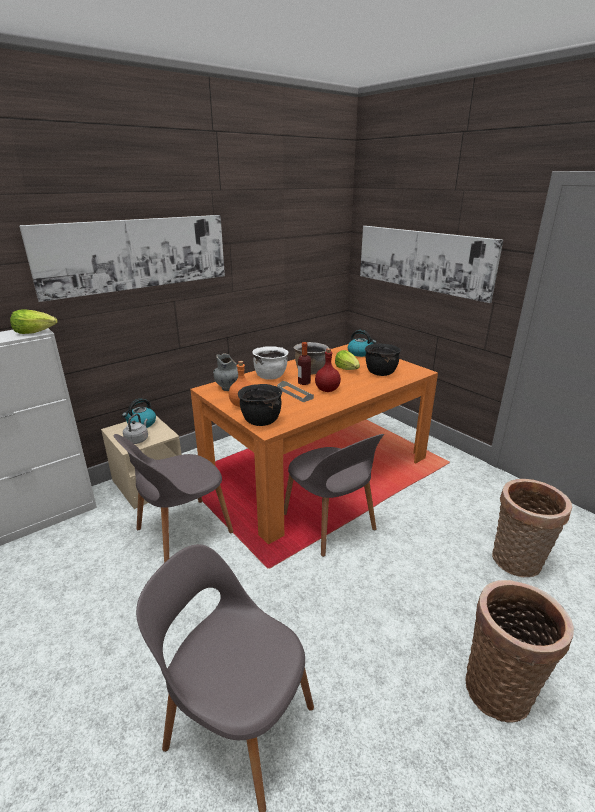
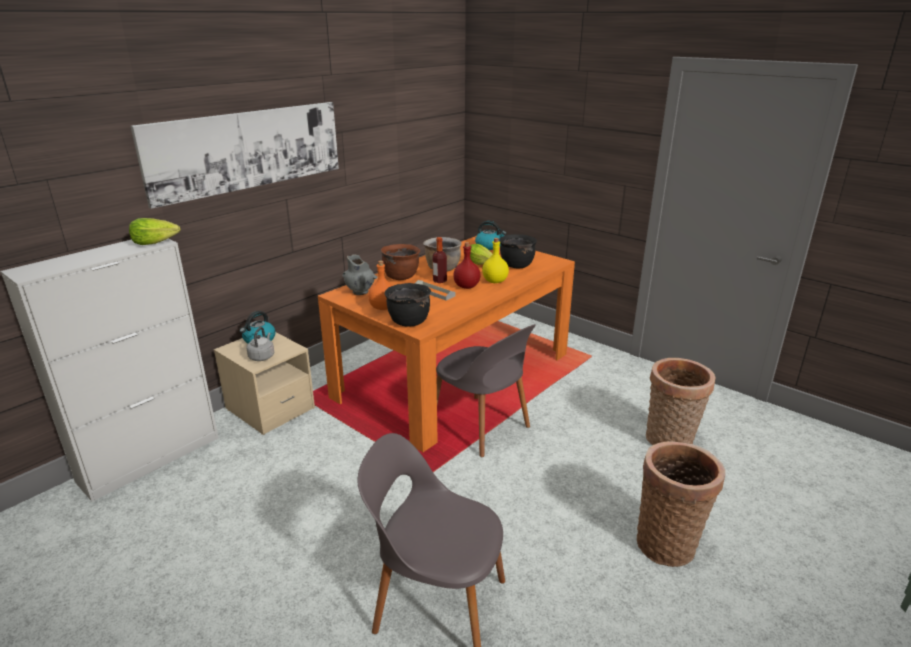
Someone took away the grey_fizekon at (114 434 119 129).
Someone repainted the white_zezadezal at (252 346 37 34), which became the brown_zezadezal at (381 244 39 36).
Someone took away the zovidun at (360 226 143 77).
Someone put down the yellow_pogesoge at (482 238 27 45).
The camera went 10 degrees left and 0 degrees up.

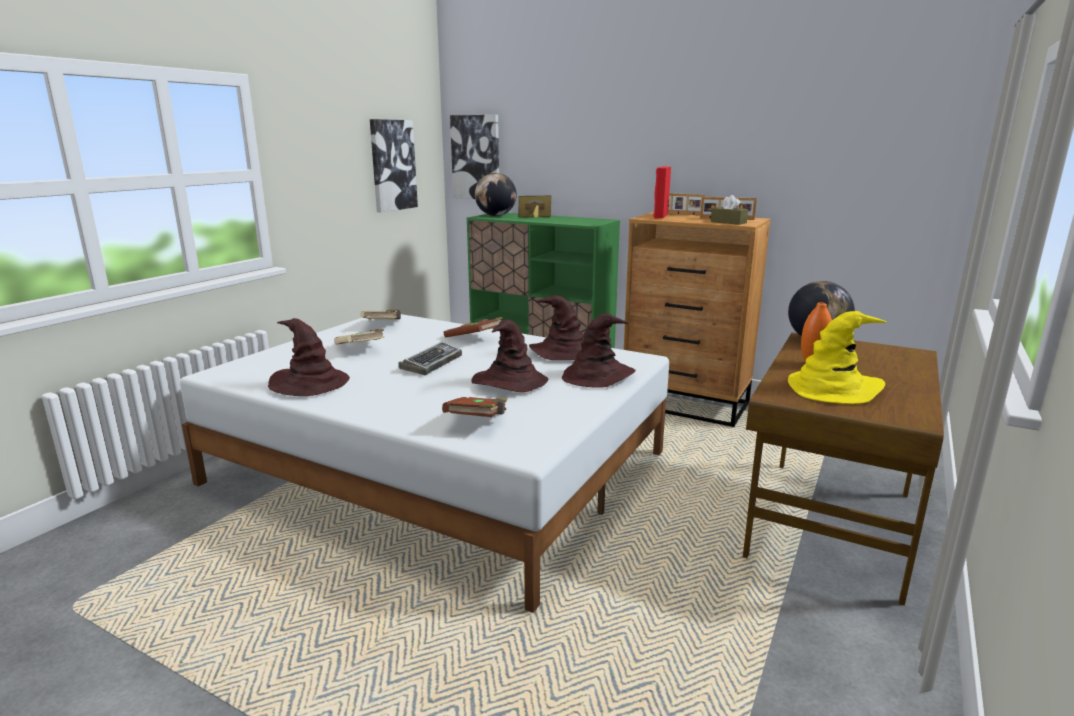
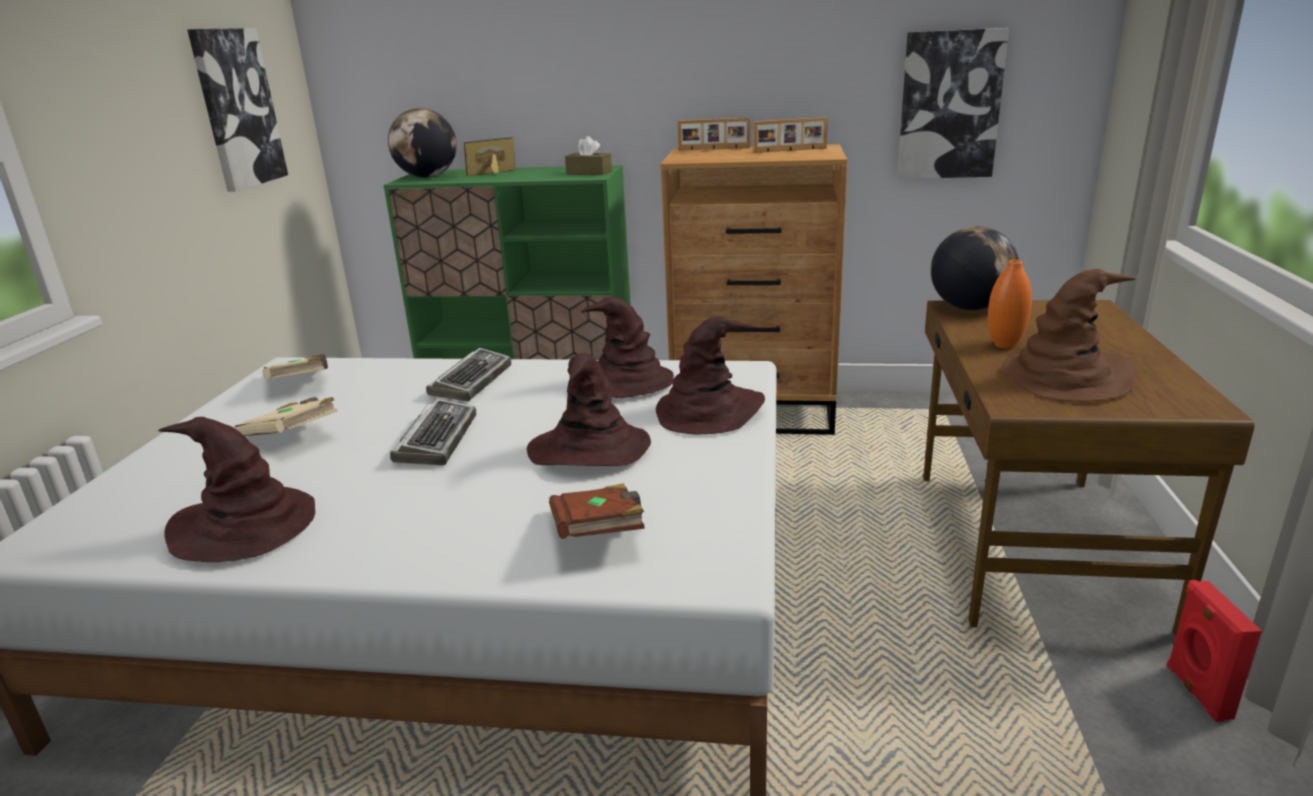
Someone swapped the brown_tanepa at (444 317 58 21) for the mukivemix at (426 348 85 54).
Someone carried the zovidun from (450 115 49 84) to (897 28 112 151).
Someone carried the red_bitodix from (653 166 18 53) to (1167 580 95 142).
Someone carried the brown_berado from (711 195 37 30) to (565 136 47 39).
Someone repainted the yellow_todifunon at (788 311 98 93), which became the brown_todifunon at (1001 269 135 133).
The camera went 20 degrees left and 5 degrees up.

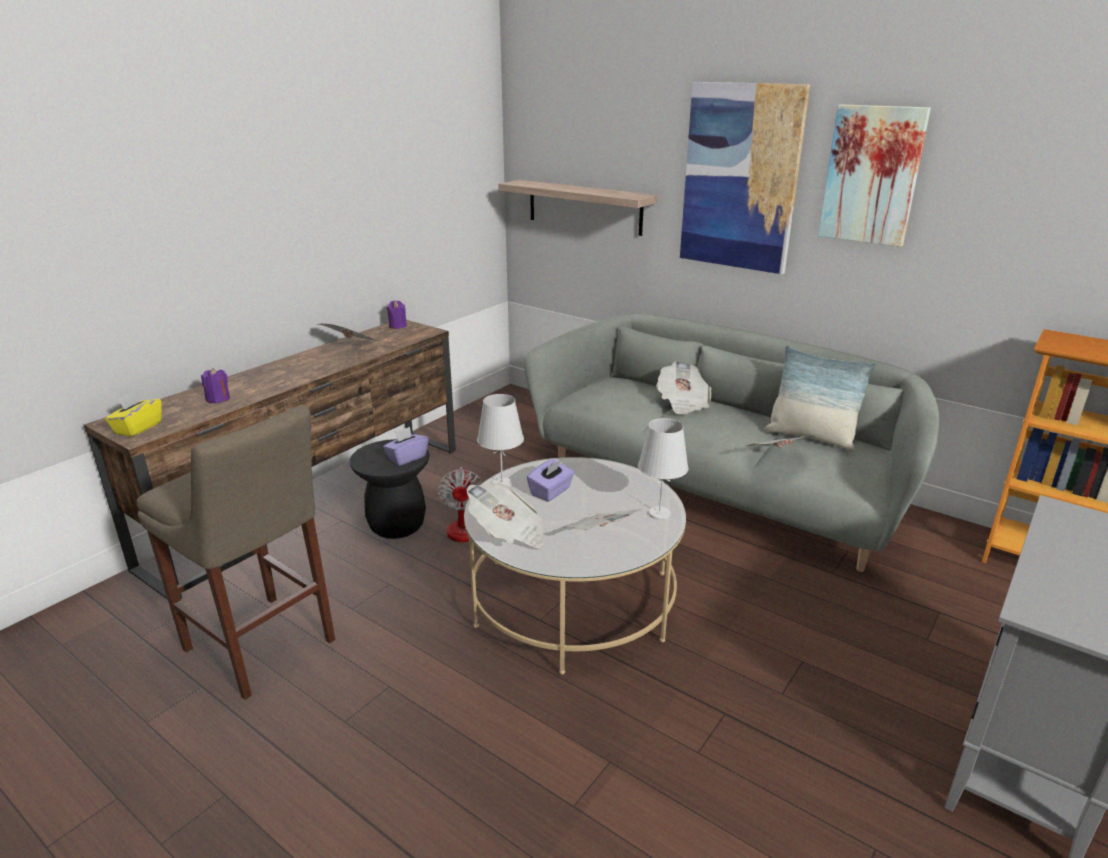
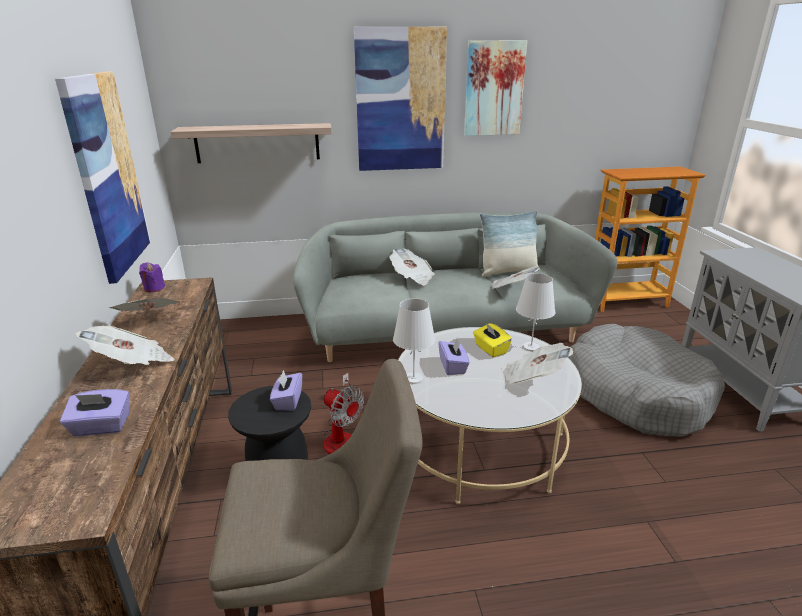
Someone carried the yellow_berado from (105 391 57 46) to (473 323 39 34).
Someone swapped the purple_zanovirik at (201 368 29 35) for the purple_berado at (60 389 70 47).
Someone carried the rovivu from (467 483 77 65) to (75 326 100 39).
Someone put up the zovidun at (55 72 96 212).
Someone put down the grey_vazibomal at (568 324 157 113).
The camera went 45 degrees left and 0 degrees up.

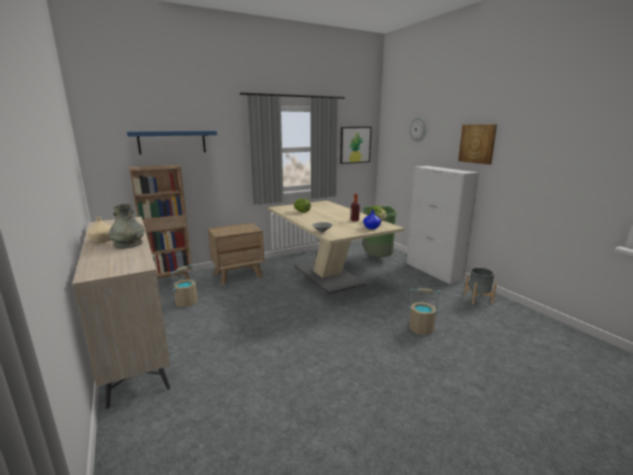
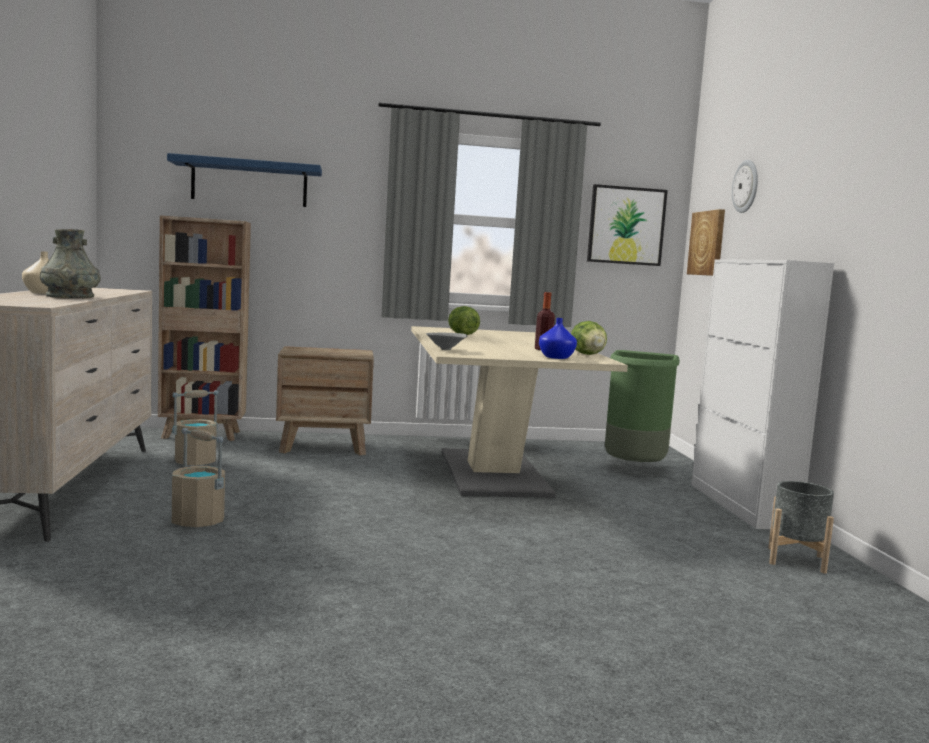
Someone carried the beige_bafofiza from (409 288 31 47) to (172 428 53 99).
Someone carried the zovidun from (458 124 39 41) to (687 209 38 67).
The camera went 20 degrees right and 10 degrees down.

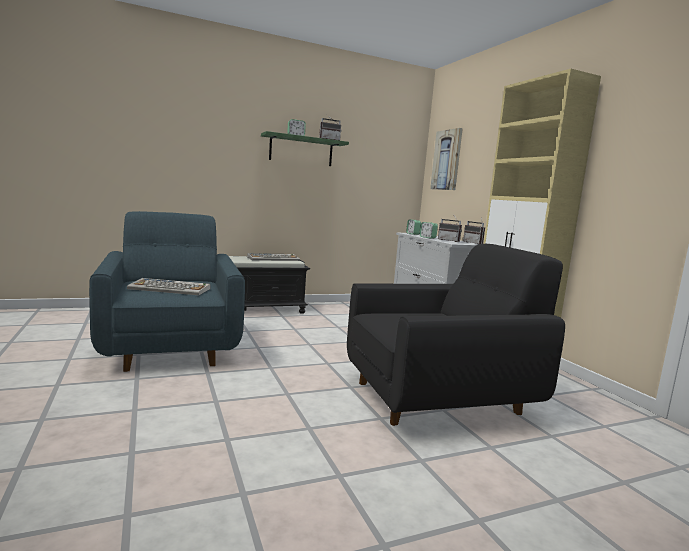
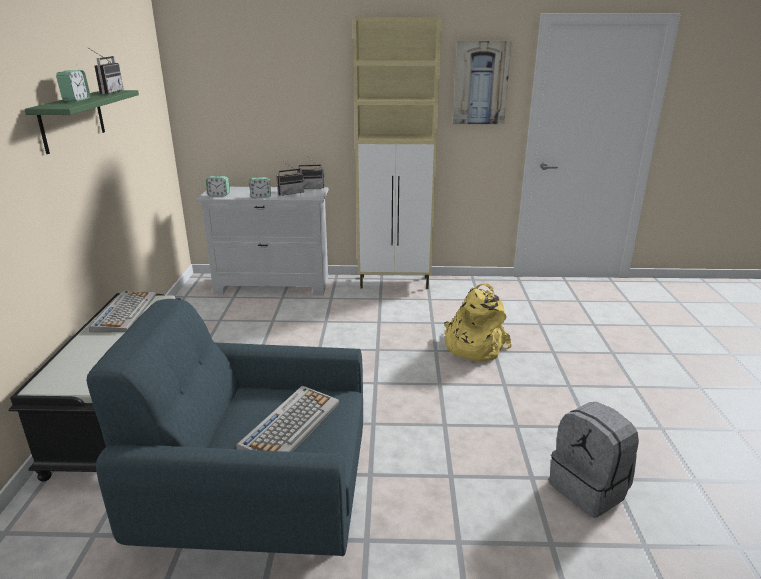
Someone swapped the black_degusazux at (347 244 218 182) for the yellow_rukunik at (444 283 68 78).
Someone carried the zovidun from (430 128 33 62) to (453 41 59 83).
Someone put down the grey_rukunik at (549 402 90 116).
The camera went 65 degrees left and 15 degrees up.

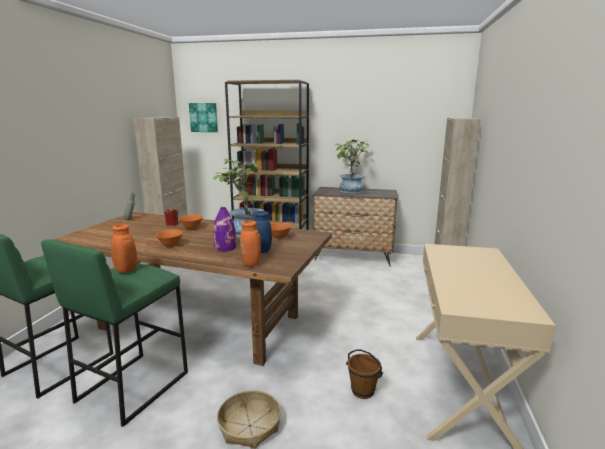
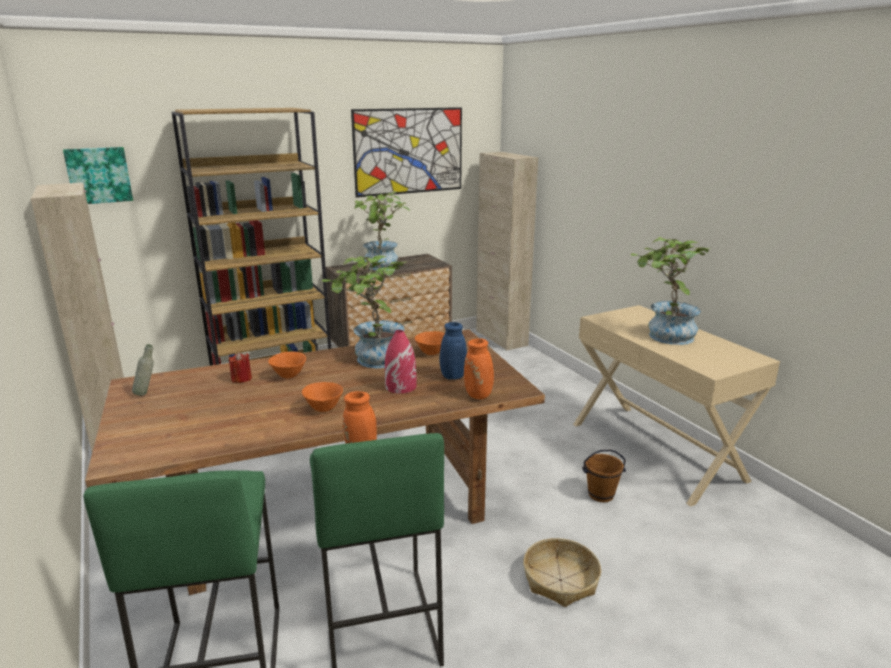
Someone repainted the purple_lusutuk at (214 207 22 44), which became the red_lusutuk at (385 330 32 64).
Someone put up the zovidun at (351 107 111 91).
Someone put down the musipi at (630 237 81 108).
The camera went 40 degrees left and 5 degrees up.

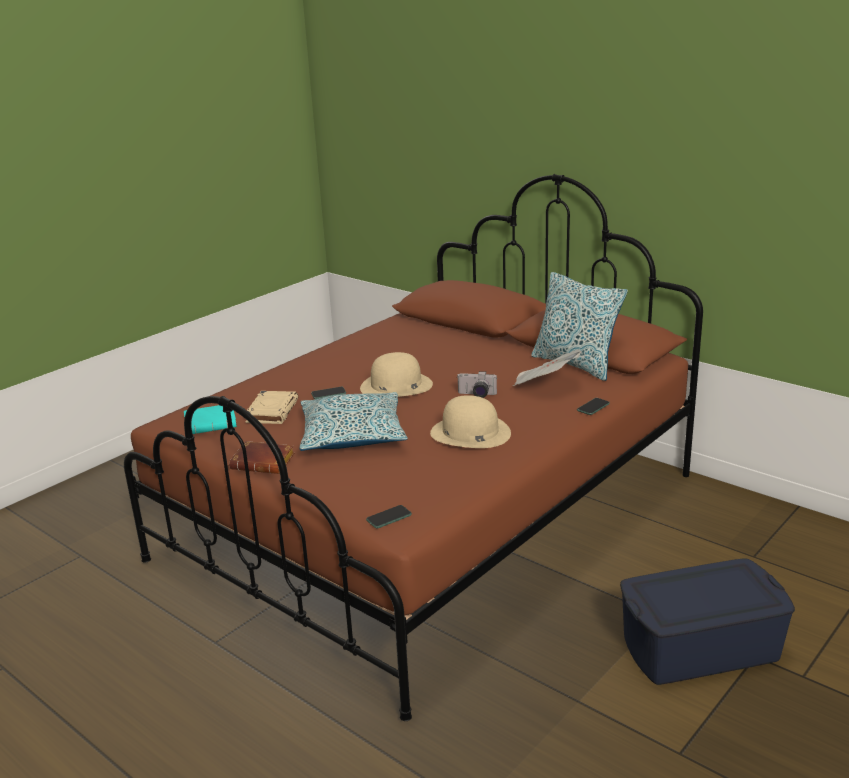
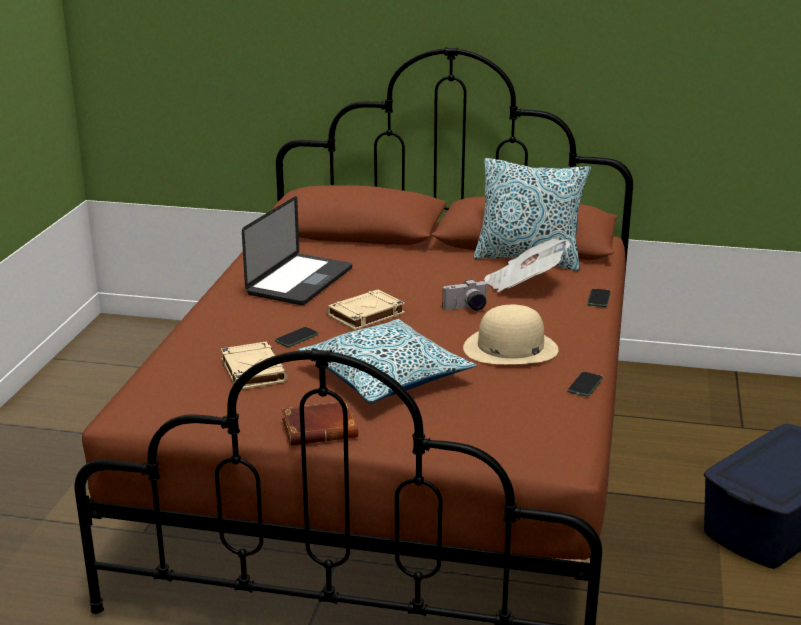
Someone took away the turquoise_tanepa at (184 405 53 29).
Someone swapped the beige_todifunon at (360 352 73 45) for the beige_tanepa at (327 290 78 40).
Someone carried the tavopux from (366 505 46 23) to (568 372 35 25).
Someone put down the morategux at (242 196 110 109).
The camera went 30 degrees left and 0 degrees up.

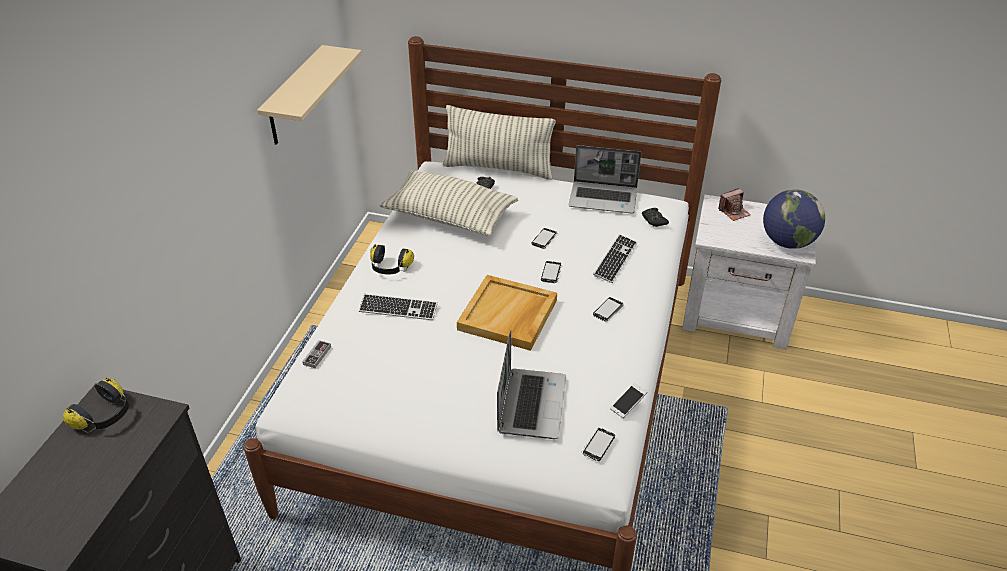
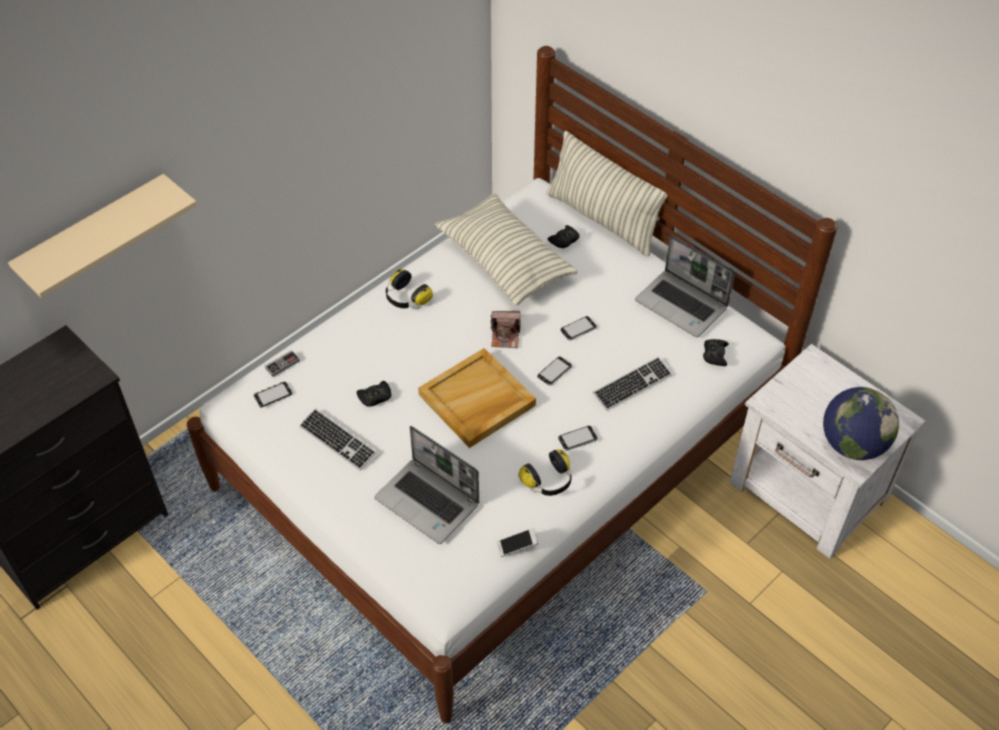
Someone carried the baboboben from (63 378 66 55) to (519 449 53 47).
Someone carried the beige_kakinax from (257 45 105 100) to (8 174 189 124).
Someone carried the mukivemix from (359 294 79 26) to (299 409 78 62).
Someone rotated the morategux at (497 330 69 109) by 90 degrees clockwise.
Someone carried the tavopux from (582 427 33 34) to (254 381 38 26).
Someone carried the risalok from (718 188 33 33) to (491 311 29 37).
Someone put down the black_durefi at (357 381 34 25).
The camera went 30 degrees right and 10 degrees up.

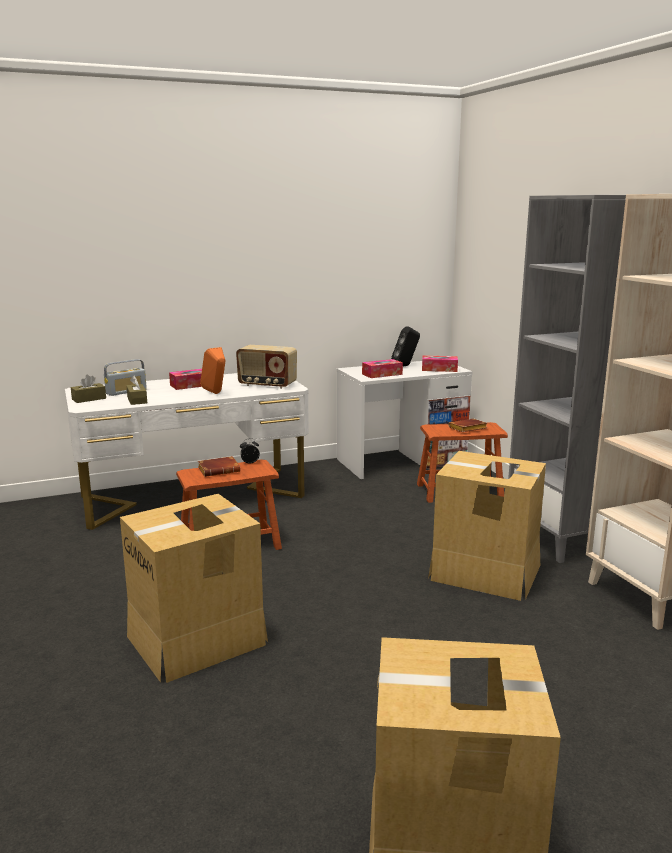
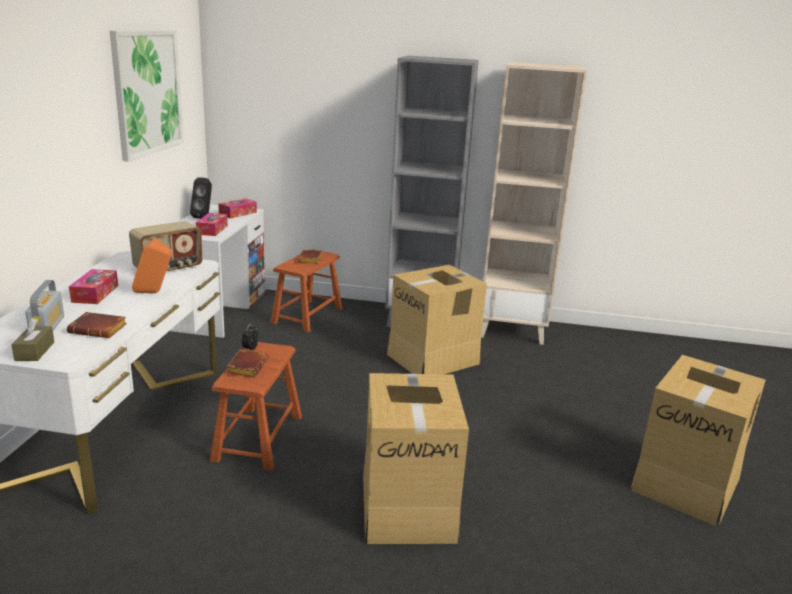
Someone swapped the brown_berado at (127 376 20 29) for the brown_tanepa at (67 312 60 26).
Someone put up the zovidun at (110 30 74 132).
The camera went 60 degrees left and 5 degrees up.

